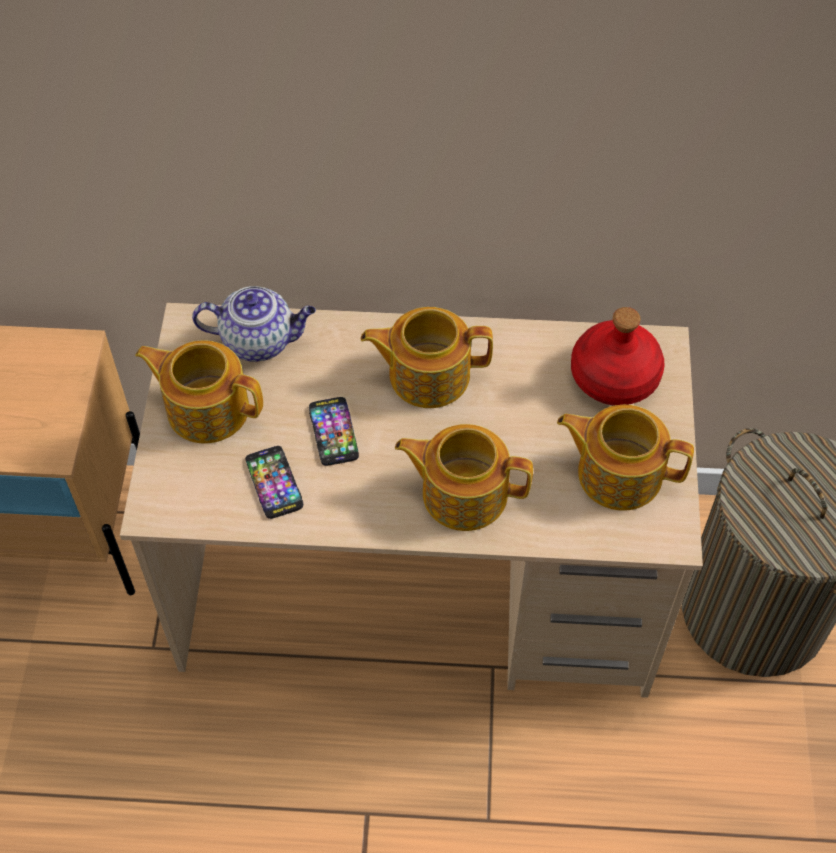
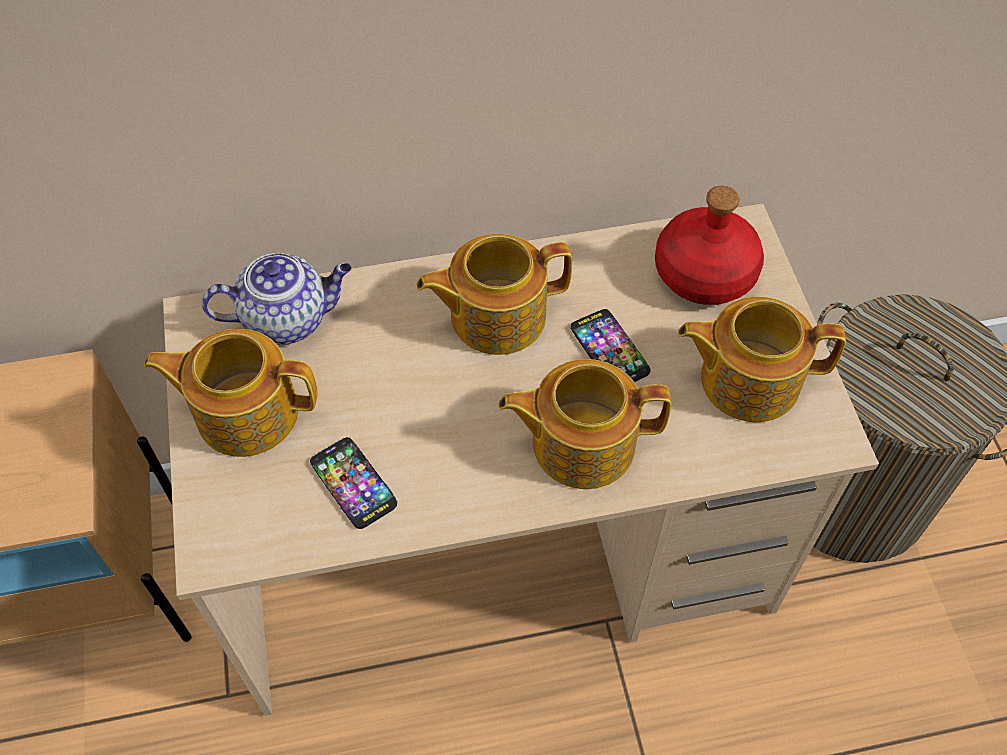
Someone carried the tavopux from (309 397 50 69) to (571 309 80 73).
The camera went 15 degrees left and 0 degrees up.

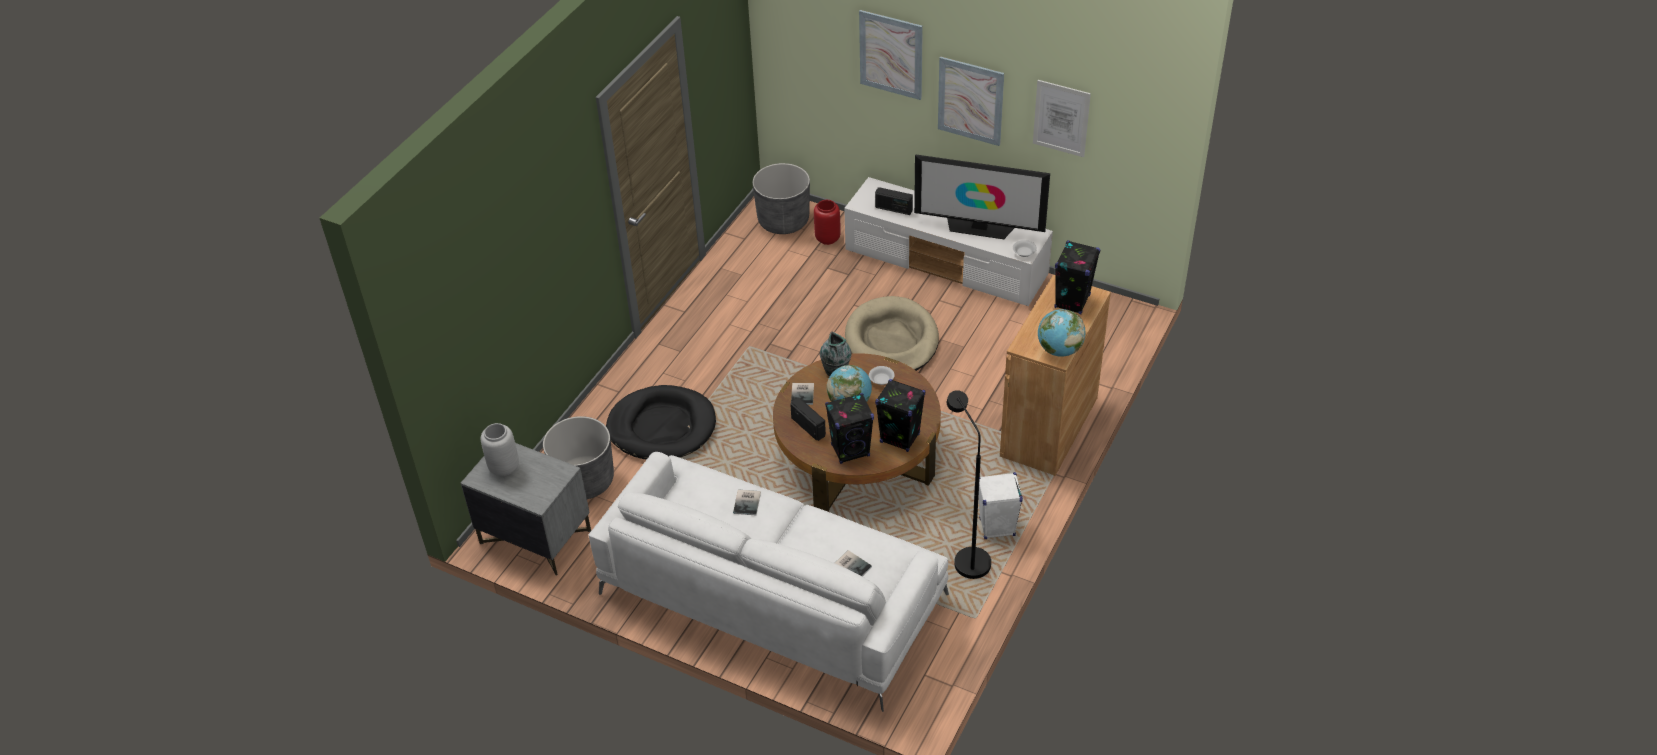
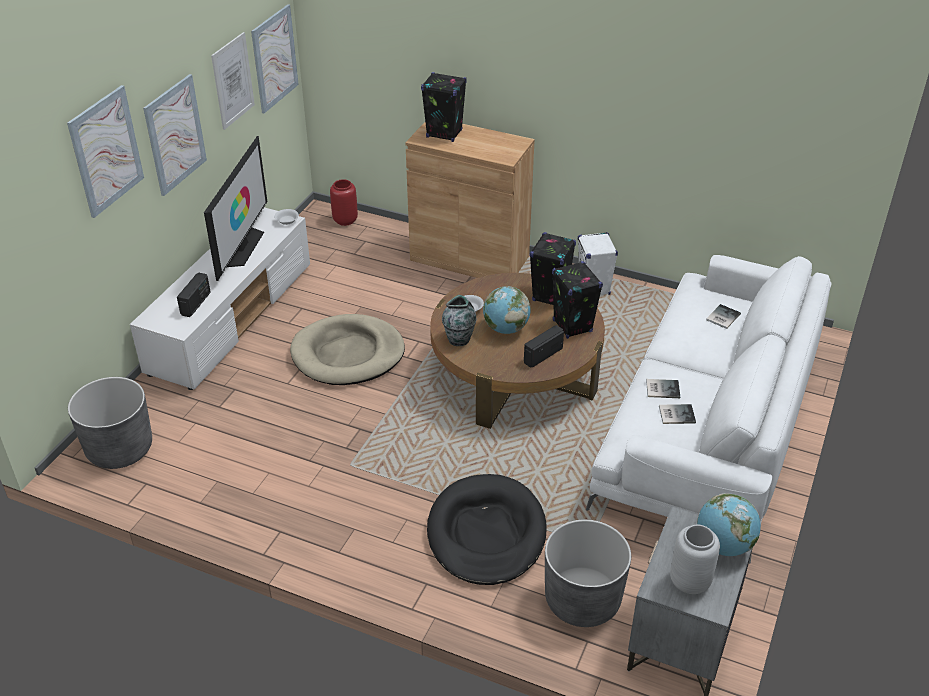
Someone carried the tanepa from (791 383 23 22) to (659 404 37 20).
Someone carried the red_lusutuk from (814 200 27 45) to (330 179 28 47).
Someone took away the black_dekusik at (947 390 44 189).
Someone carried the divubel from (1038 309 47 48) to (697 493 64 63).
Someone put up the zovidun at (251 4 48 109).
The camera went 95 degrees left and 5 degrees down.

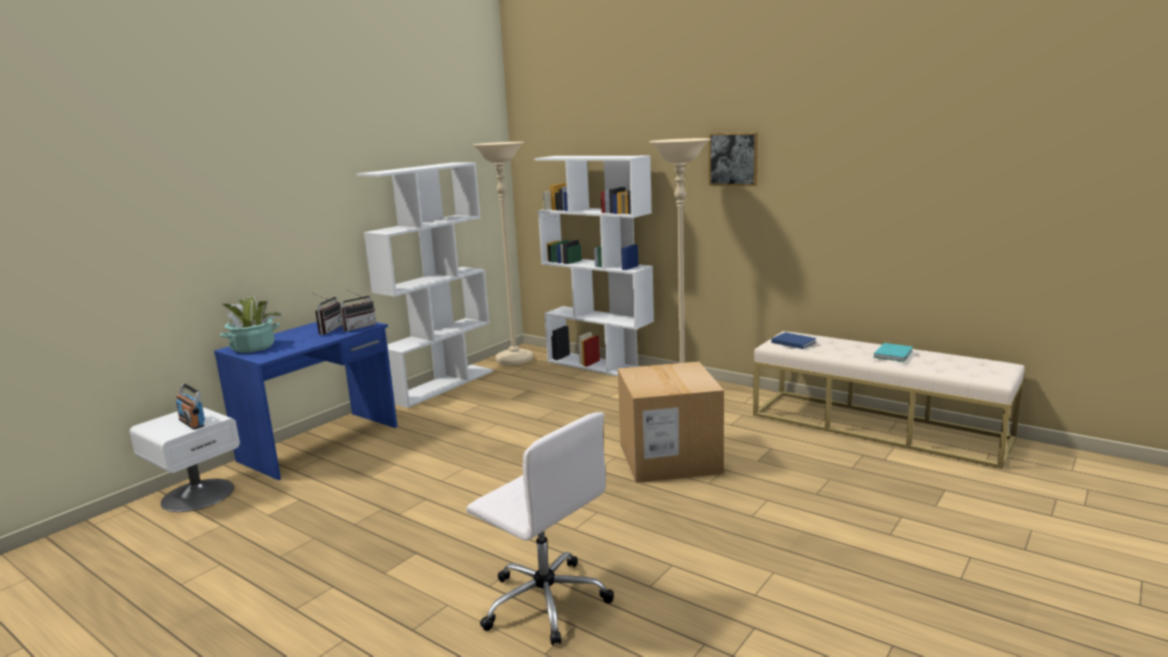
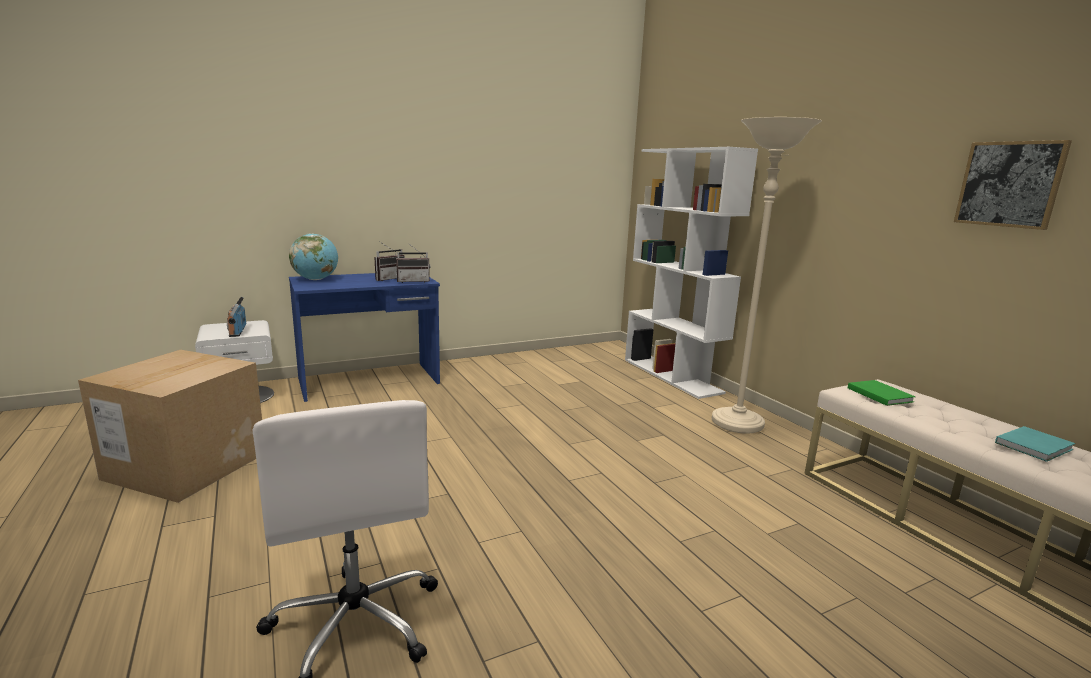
Someone swapped the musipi at (220 296 62 57) for the divubel at (289 234 49 46).
Someone took away the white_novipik at (356 162 137 246).
Someone took away the beige_dekusik at (472 142 61 223).
Someone carried the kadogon from (618 361 106 122) to (78 350 184 153).
Someone carried the zovidun from (709 132 49 54) to (954 140 118 90).
Someone repainted the blue_tanepa at (771 332 46 17), which became the green_tanepa at (848 380 68 26).
The camera went 25 degrees right and 0 degrees up.

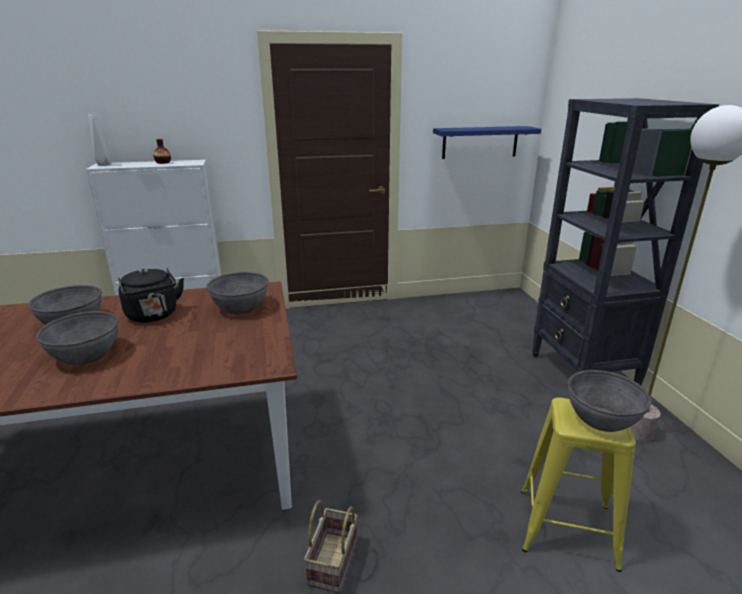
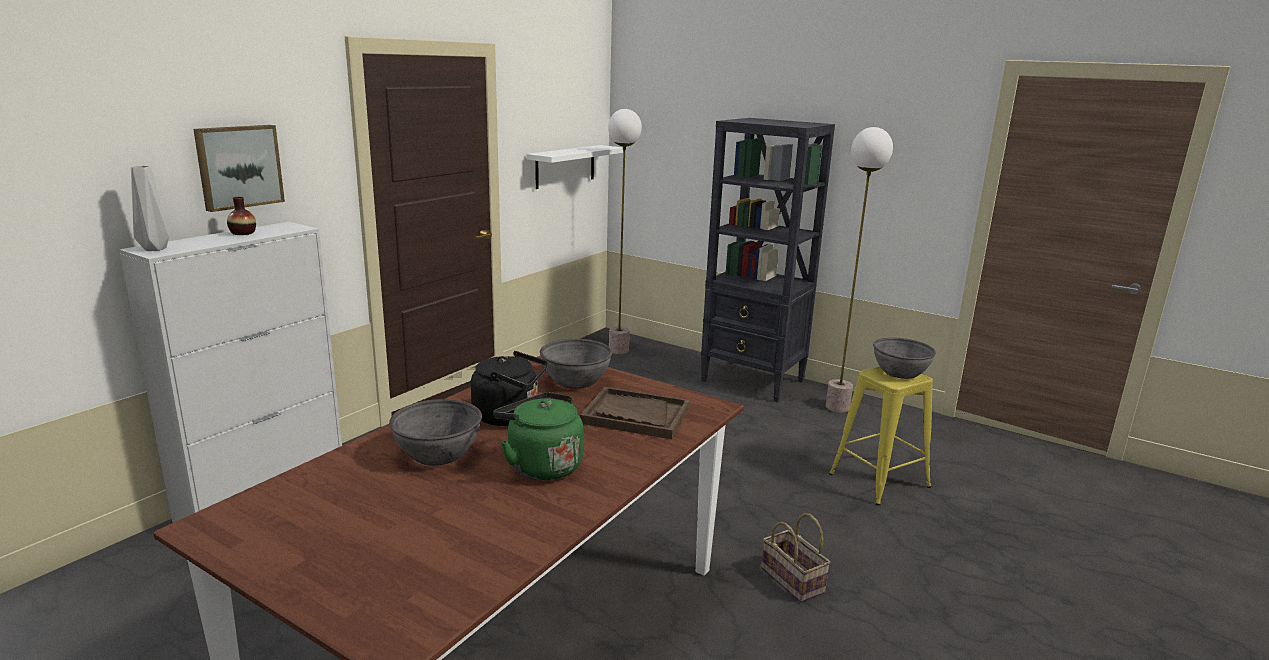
Someone swapped the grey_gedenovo at (36 311 83 54) for the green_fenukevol at (493 392 90 88).
Someone repainted the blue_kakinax at (433 126 108 33), which became the white_kakinax at (526 145 97 44).
Someone put up the zovidun at (193 125 92 87).
Someone put down the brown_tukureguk at (580 387 110 52).
Someone put down the dekusik at (608 109 34 245).
The camera went 45 degrees left and 5 degrees down.

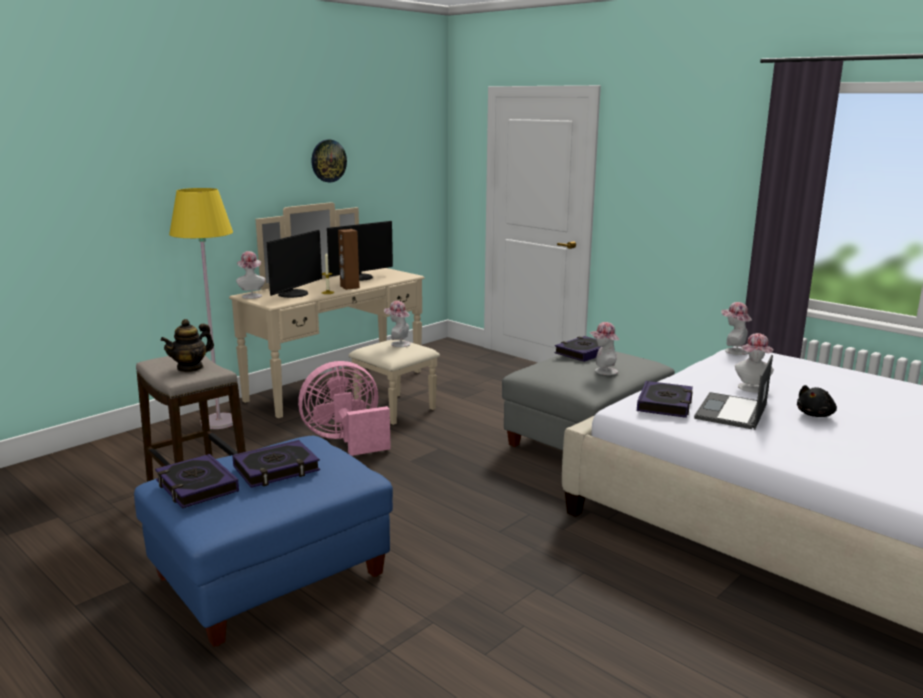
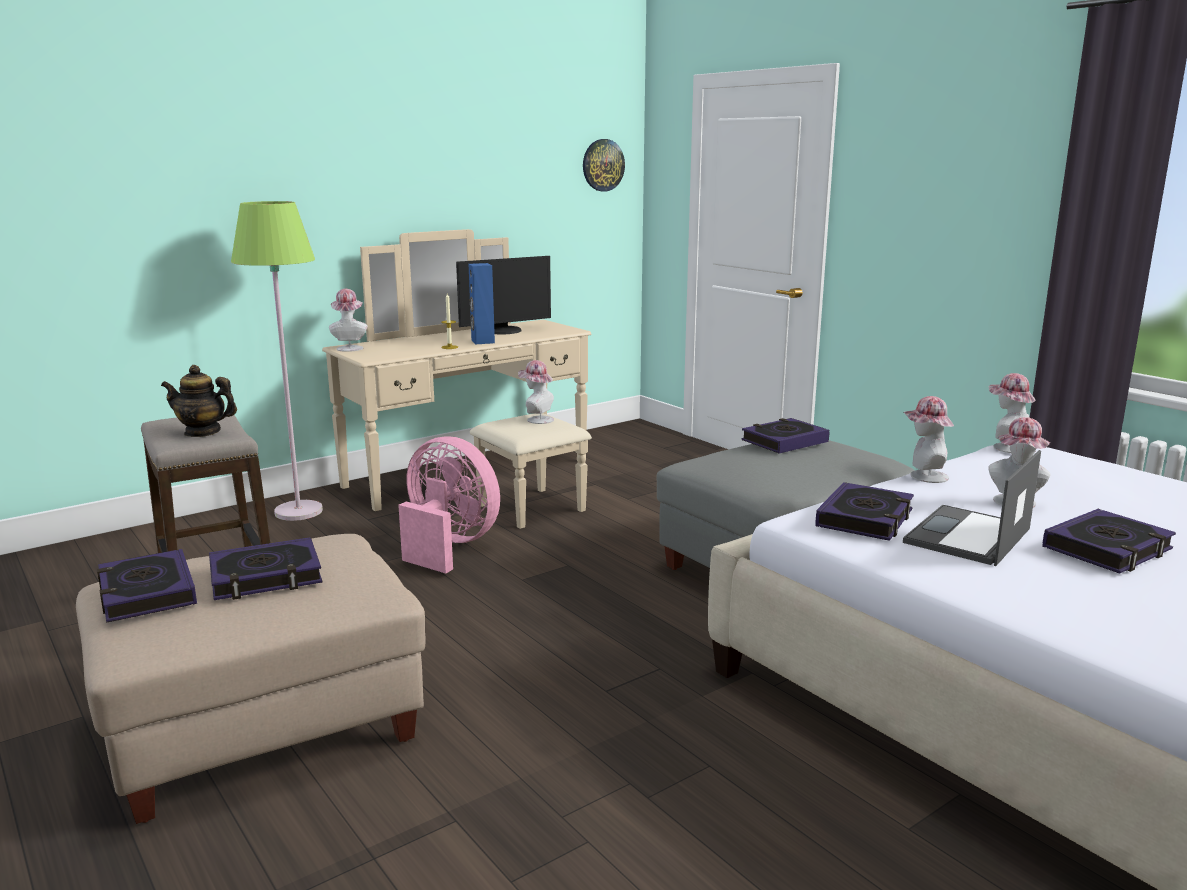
Someone repainted the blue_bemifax at (134 436 259 211), which became the beige_bemifax at (76 534 350 290).
Someone rotated the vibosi at (160 319 54 53) by 45 degrees clockwise.
Someone repainted the yellow_dekusik at (169 188 64 241), which became the green_dekusik at (231 201 92 320).
Someone took away the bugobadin at (267 230 55 68).
Someone rotated the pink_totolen at (298 361 93 95) by 45 degrees clockwise.
Someone carried the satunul from (312 140 35 42) to (583 139 42 53).
Someone repainted the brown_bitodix at (338 229 22 61), which became the blue_bitodix at (468 263 27 81).
Someone carried the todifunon from (590 322 30 53) to (904 396 50 87).
Someone swapped the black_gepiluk at (797 385 40 32) for the tanepa at (1042 509 134 65).
The camera went 10 degrees right and 0 degrees up.

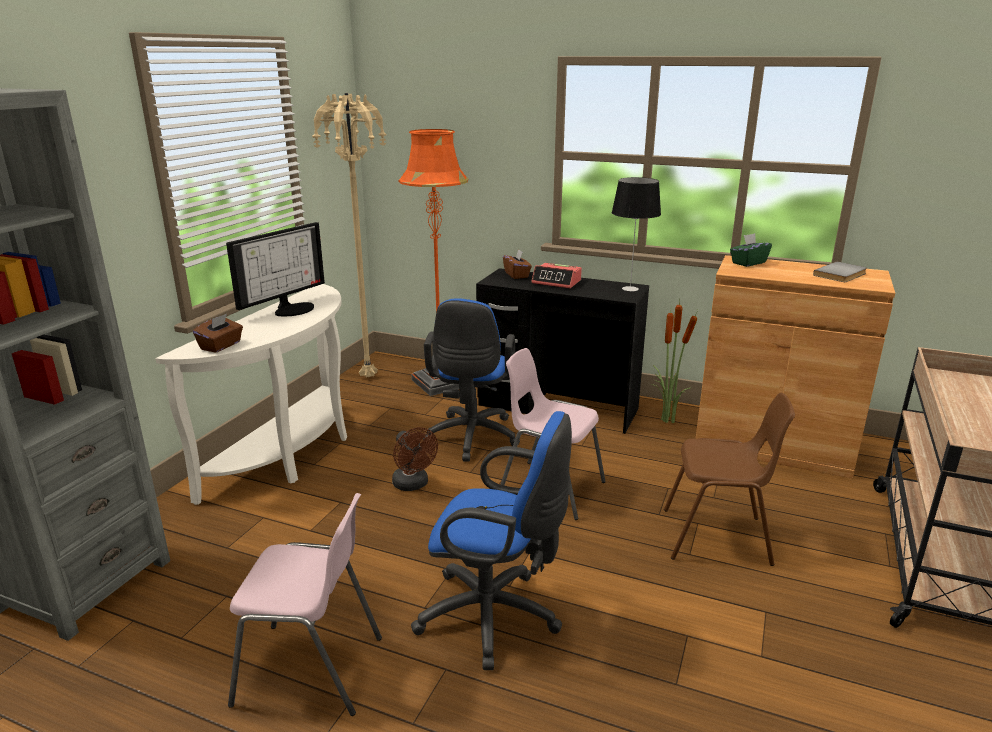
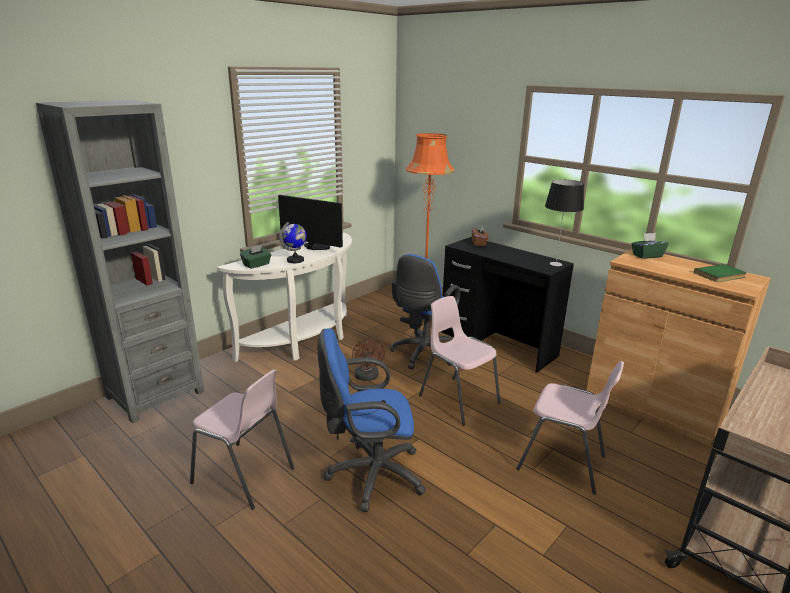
Someone repainted the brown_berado at (193 314 50 39), which became the green_berado at (240 245 31 24).
Someone rotated the bugobadin at (226 222 99 94) by 120 degrees counterclockwise.
Someone took away the beige_dekusik at (312 93 75 285).
Someone rotated the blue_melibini at (411 411 161 259) by 135 degrees clockwise.
Someone took away the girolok at (531 263 51 25).
Someone took away the musipi at (651 300 47 123).
Someone repainted the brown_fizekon at (664 393 131 173), which became the pink_fizekon at (516 361 108 134).
Someone repainted the grey_tanepa at (813 262 54 20), which became the green_tanepa at (694 264 53 18).
Someone put down the divubel at (279 222 28 41).
The camera went 20 degrees right and 0 degrees up.

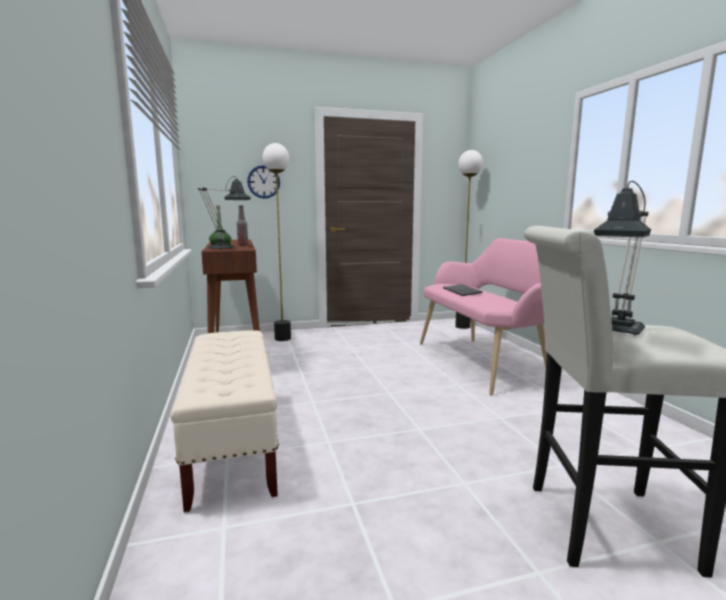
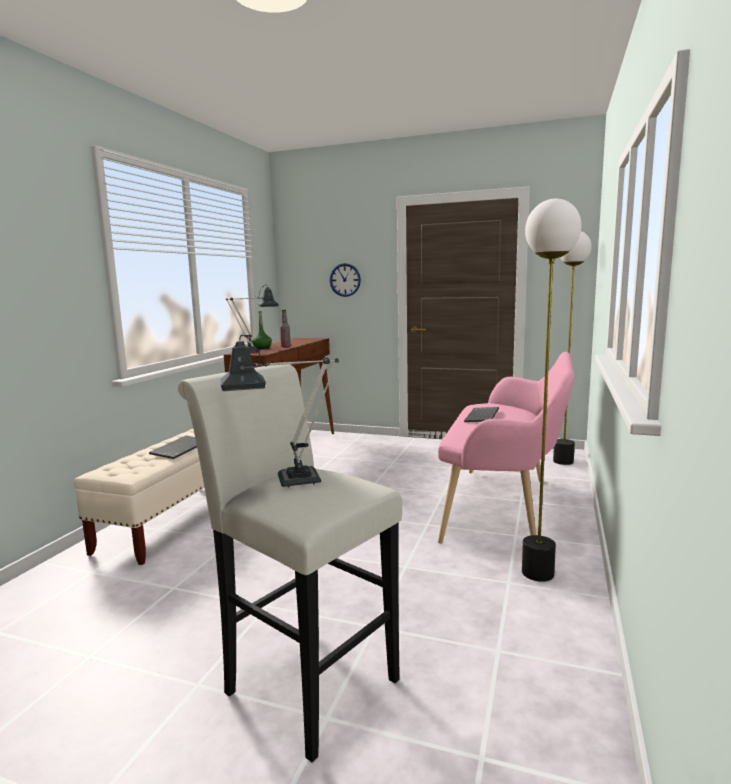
Someone carried the dekusik from (263 143 28 198) to (522 198 59 384).
Someone put down the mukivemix at (149 436 48 23).
The camera went 35 degrees right and 0 degrees up.

